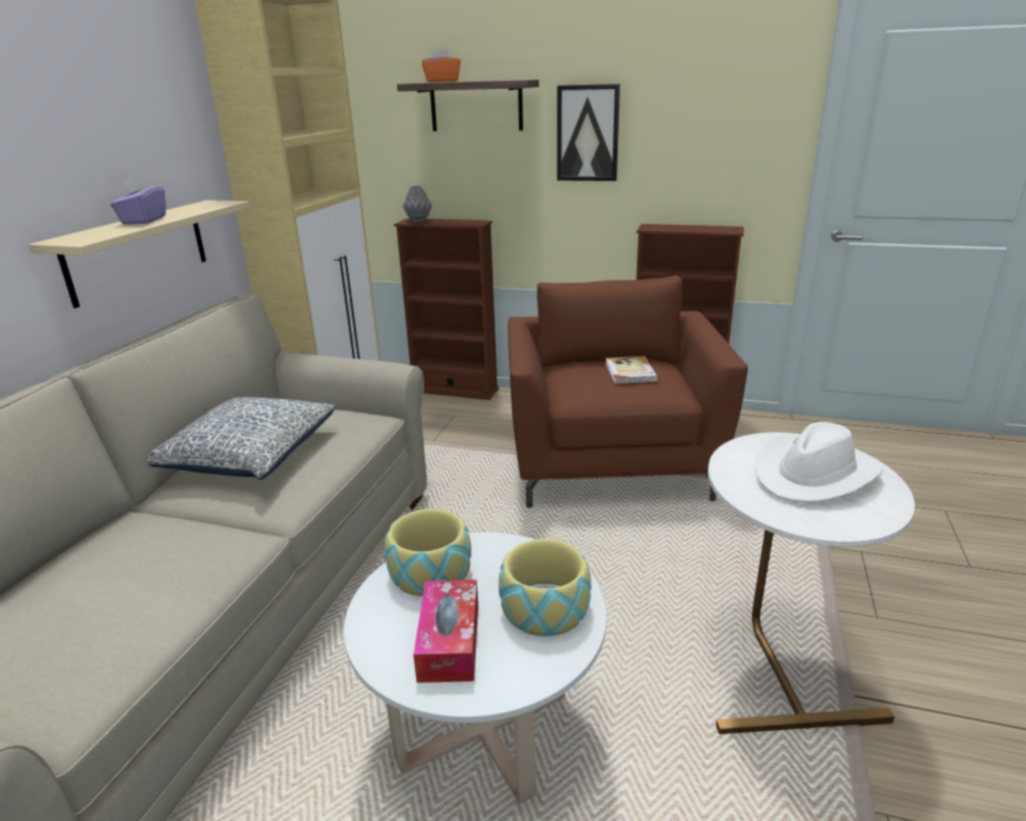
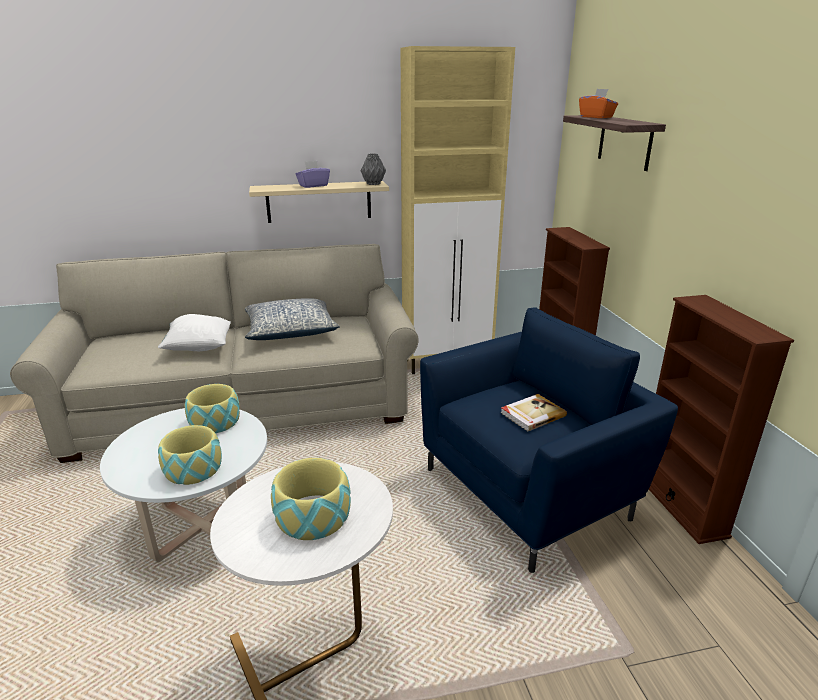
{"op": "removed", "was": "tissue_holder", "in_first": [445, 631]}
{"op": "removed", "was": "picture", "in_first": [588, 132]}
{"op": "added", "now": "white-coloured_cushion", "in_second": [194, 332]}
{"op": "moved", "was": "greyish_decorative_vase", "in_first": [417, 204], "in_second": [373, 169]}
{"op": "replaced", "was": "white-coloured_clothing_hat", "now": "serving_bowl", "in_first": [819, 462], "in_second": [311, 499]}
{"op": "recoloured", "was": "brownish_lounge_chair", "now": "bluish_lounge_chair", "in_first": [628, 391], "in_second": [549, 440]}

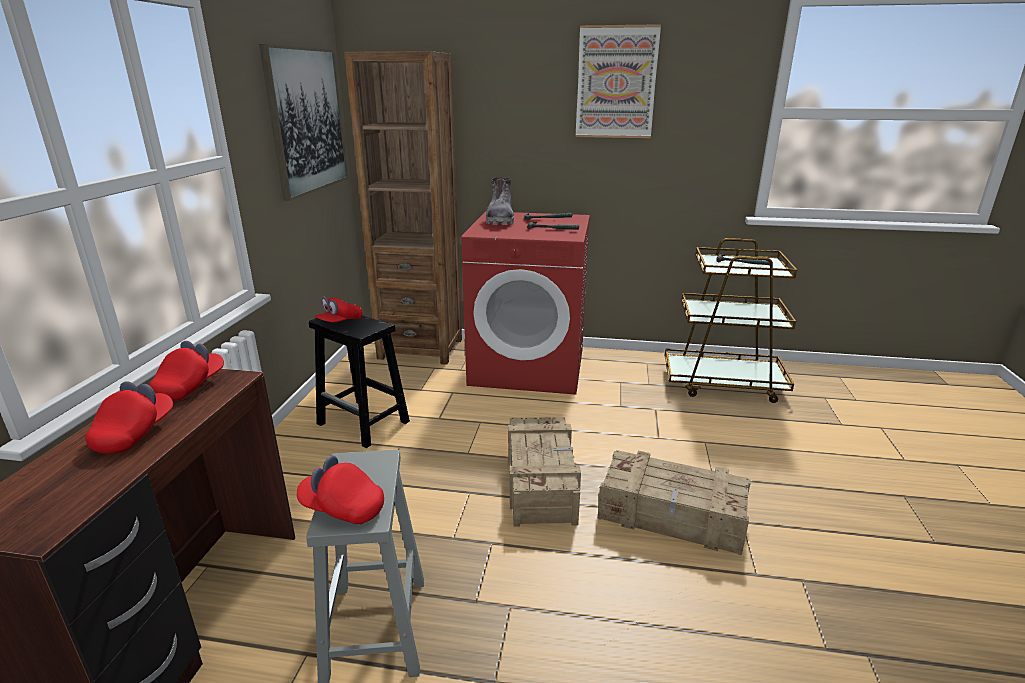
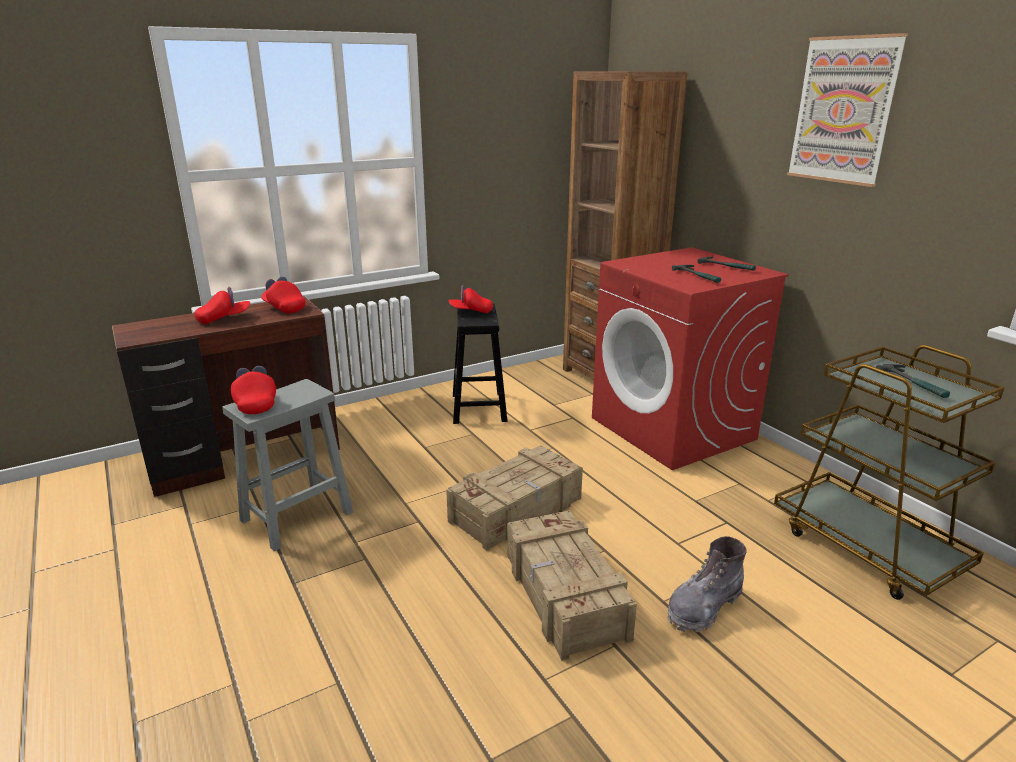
{"op": "removed", "was": "picture", "in_first": [303, 122]}
{"op": "moved", "was": "greyish_tall_boot", "in_first": [500, 201], "in_second": [707, 584]}
{"op": "turned", "was": "red_peaked_cap", "in_first": [186, 371], "in_second": [283, 295], "clockwise": -120}

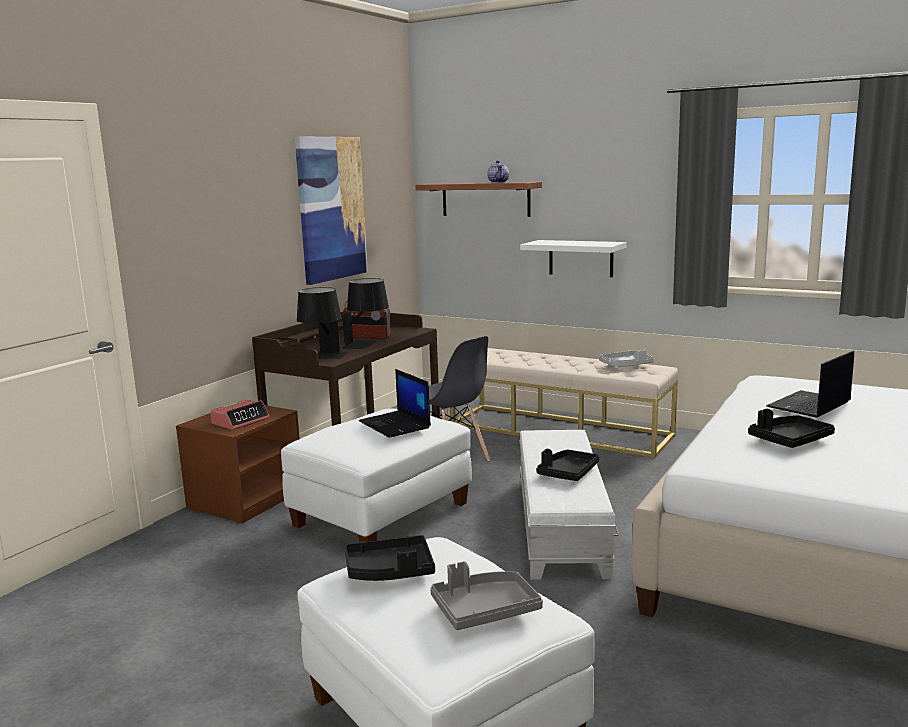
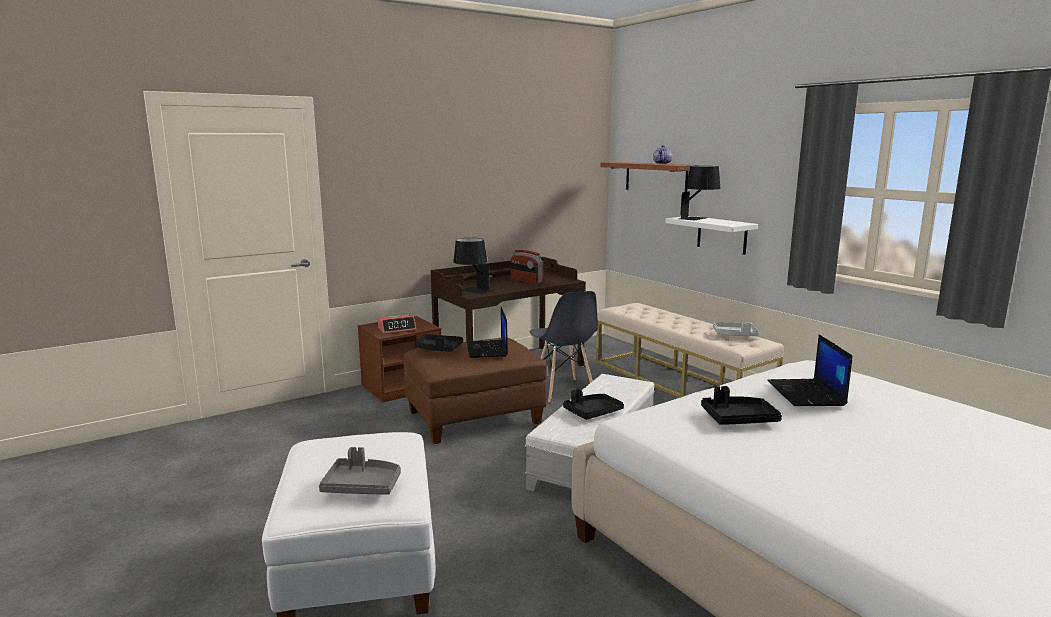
{"op": "removed", "was": "picture", "in_first": [331, 210]}
{"op": "moved", "was": "black-coloured_tabletop_lamp", "in_first": [366, 313], "in_second": [700, 193]}
{"op": "moved", "was": "black-coloured_carrying_tray", "in_first": [389, 558], "in_second": [439, 343]}
{"op": "recoloured", "was": "white-coloured_ottoman", "now": "brownish_ottoman", "in_first": [376, 475], "in_second": [475, 391]}
{"op": "turned", "was": "notebook_computer", "in_first": [810, 384], "in_second": [809, 370], "clockwise": -75}

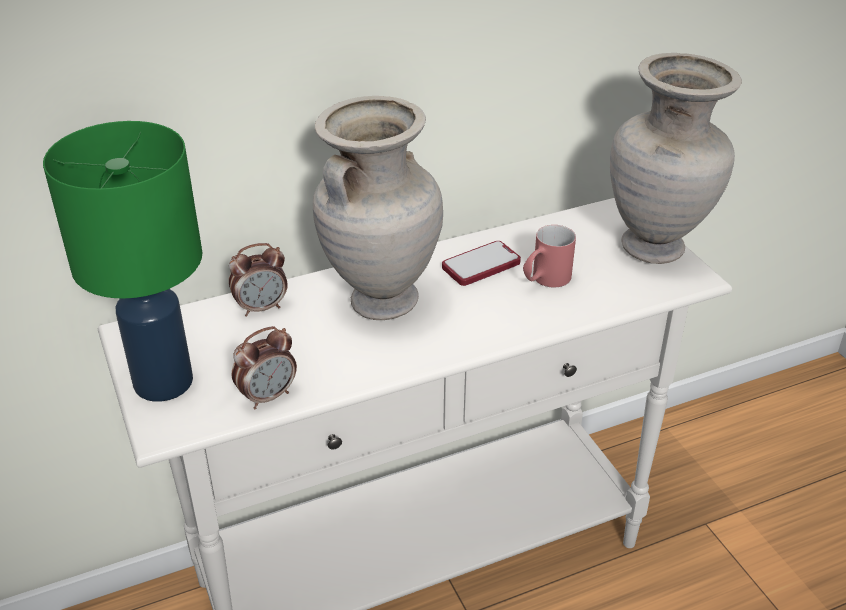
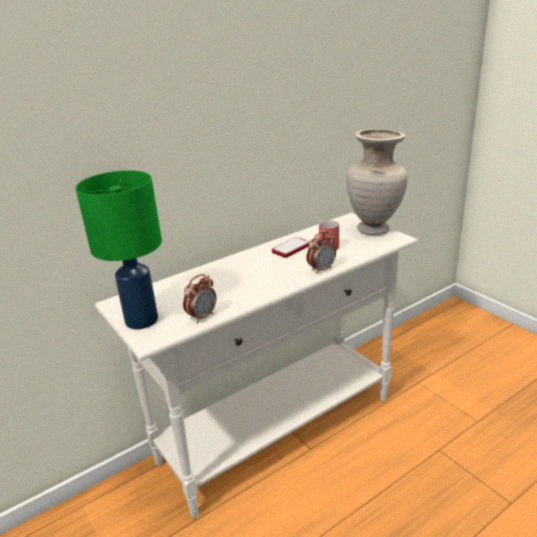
{"op": "removed", "was": "beige-coloured_decorative_vase", "in_first": [377, 208]}
{"op": "moved", "was": "table_clock", "in_first": [258, 280], "in_second": [321, 252]}

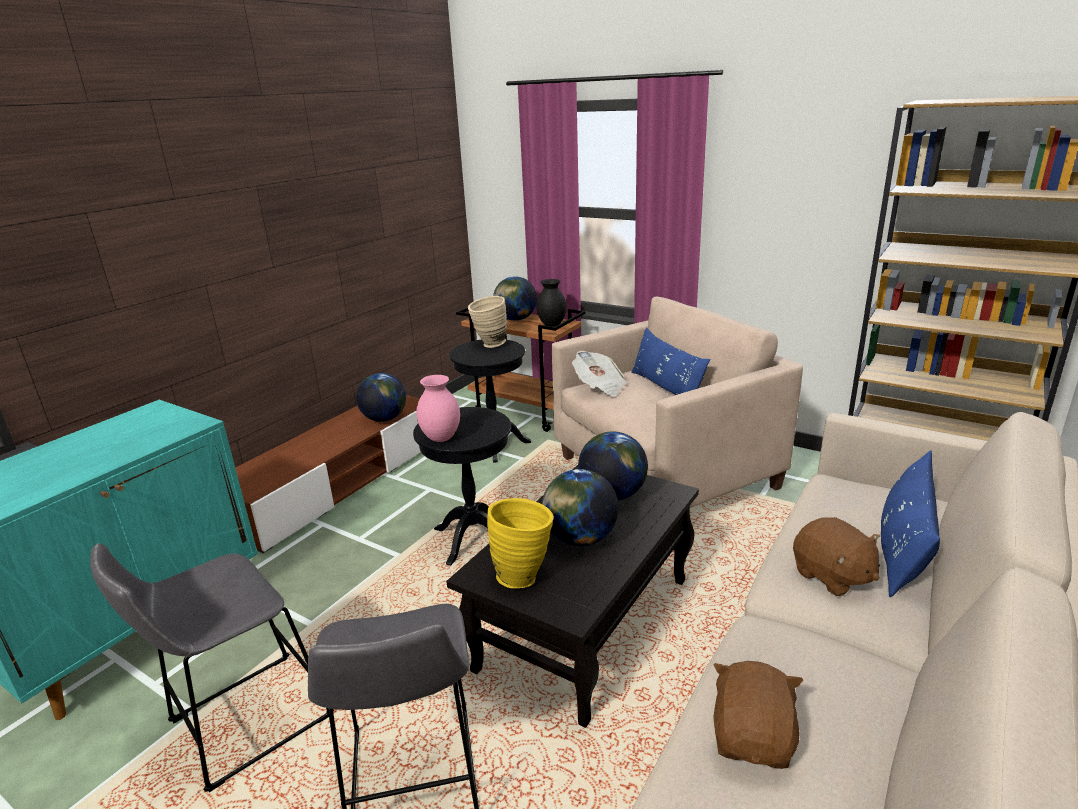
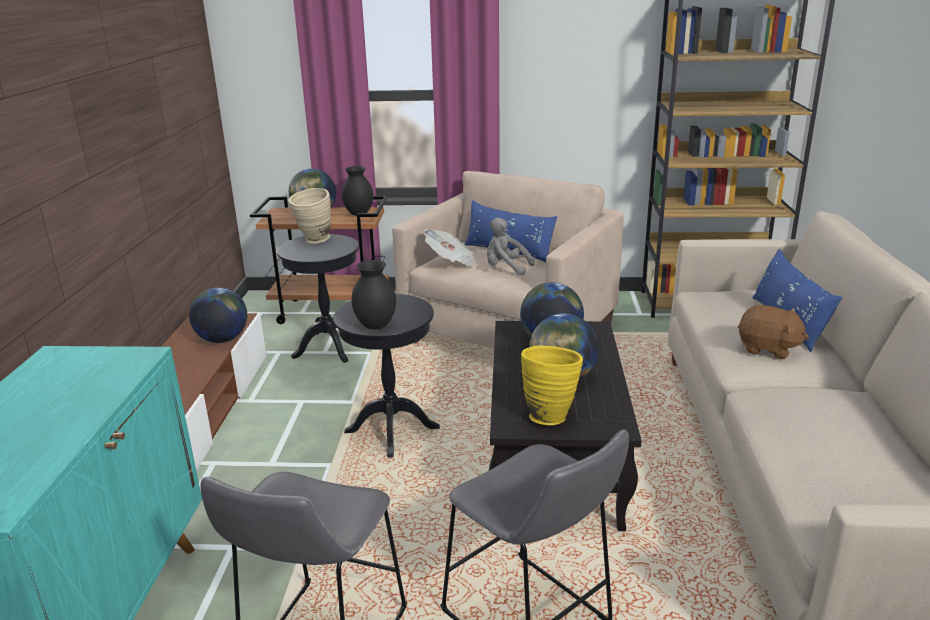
{"op": "removed", "was": "brownish_plush_toy", "in_first": [758, 715]}
{"op": "added", "now": "greyish_plush_toy", "in_second": [511, 247]}
{"op": "recoloured", "was": "pinkish_decorative_vase", "now": "black-coloured_decorative_vase", "in_first": [438, 408], "in_second": [373, 294]}

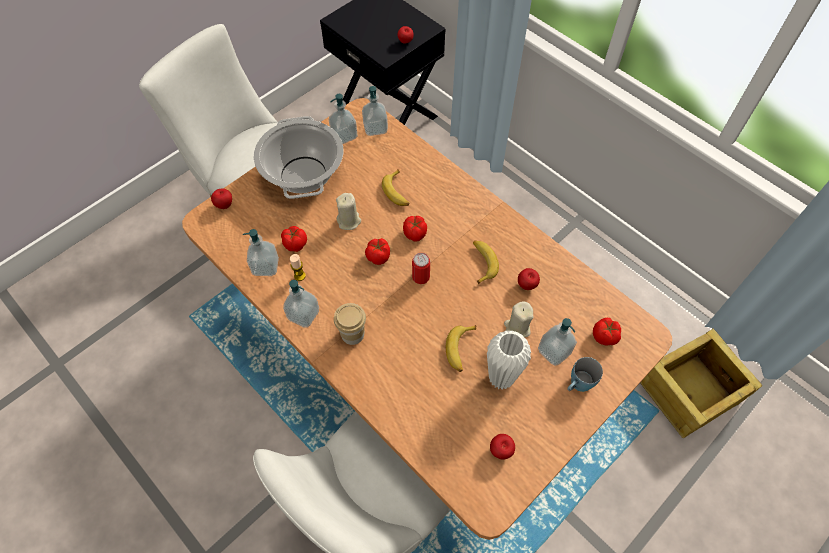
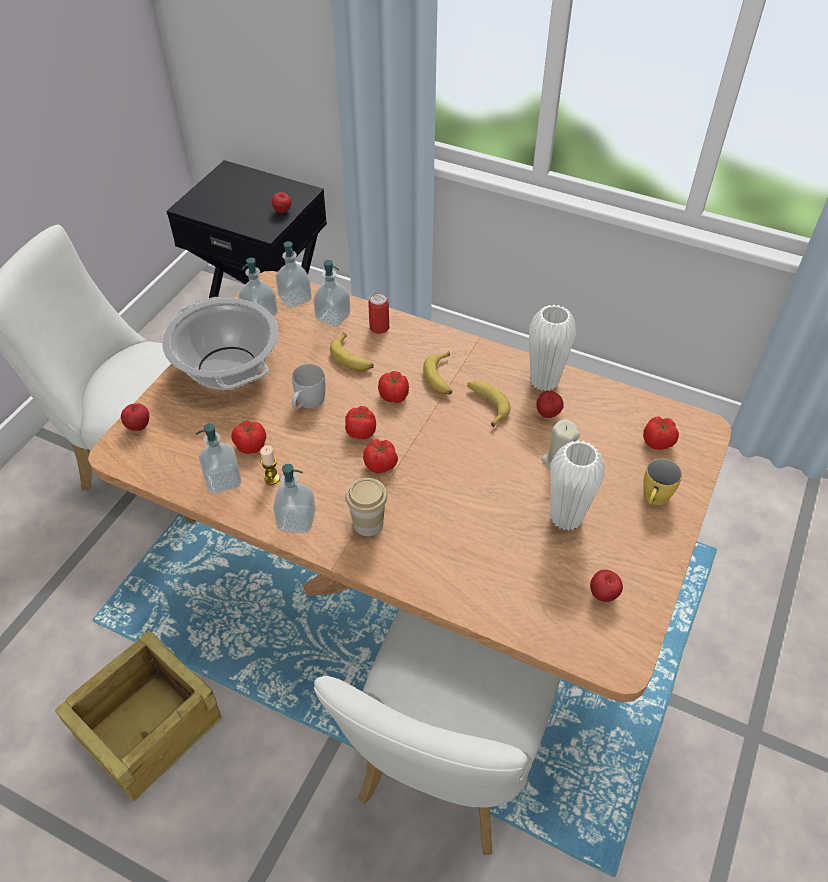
{"op": "added", "now": "whole_tomato", "in_second": [380, 456]}
{"op": "added", "now": "white-coloured_decorative_vase", "in_second": [552, 348]}
{"op": "moved", "was": "sealed_can", "in_first": [421, 268], "in_second": [378, 313]}
{"op": "moved", "was": "banana_fruit", "in_first": [461, 348], "in_second": [437, 373]}
{"op": "moved", "was": "soap_bottle", "in_first": [557, 342], "in_second": [331, 293]}
{"op": "moved", "was": "crate", "in_first": [701, 383], "in_second": [138, 715]}
{"op": "replaced", "was": "beige-coloured_wax_candle", "now": "white-coloured_coffee_mug", "in_first": [348, 211], "in_second": [308, 386]}
{"op": "recoloured", "was": "bluish_coffee_mug", "now": "yellow_coffee_mug", "in_first": [585, 374], "in_second": [662, 481]}

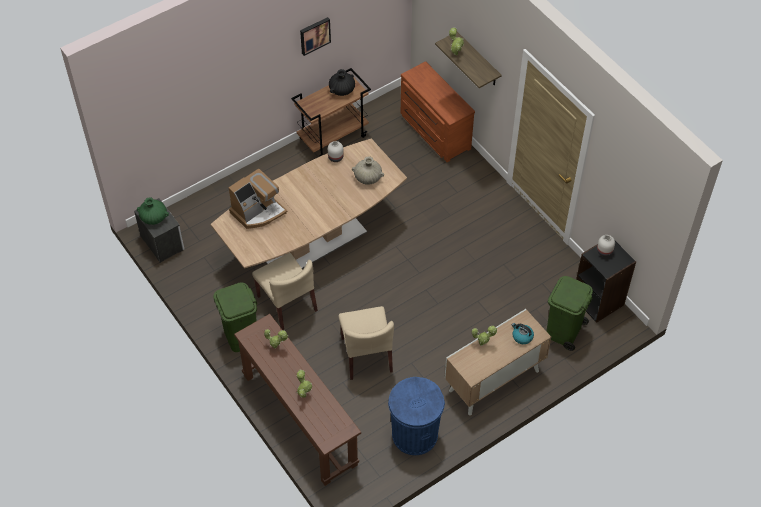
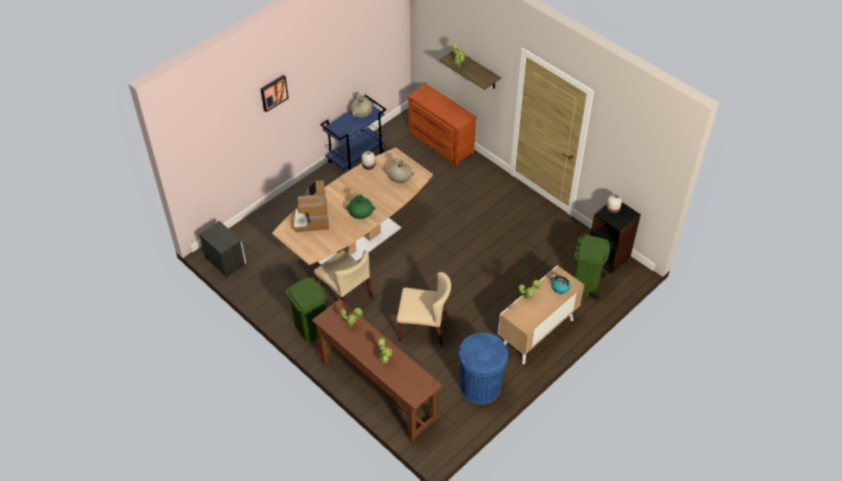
{"op": "moved", "was": "green_decorative_vase", "in_first": [153, 211], "in_second": [361, 206]}
{"op": "moved", "was": "picture", "in_first": [315, 36], "in_second": [275, 93]}
{"op": "recoloured", "was": "brownish_cart", "now": "bluish_cart", "in_first": [331, 112], "in_second": [353, 132]}
{"op": "recoloured", "was": "black-coloured_decorative_vase", "now": "beige-coloured_decorative_vase", "in_first": [342, 82], "in_second": [361, 106]}
{"op": "turned", "was": "coffee_maker", "in_first": [258, 198], "in_second": [310, 206], "clockwise": 135}
{"op": "turned", "was": "beige-coloured_plain_chair", "in_first": [366, 343], "in_second": [423, 309], "clockwise": -60}

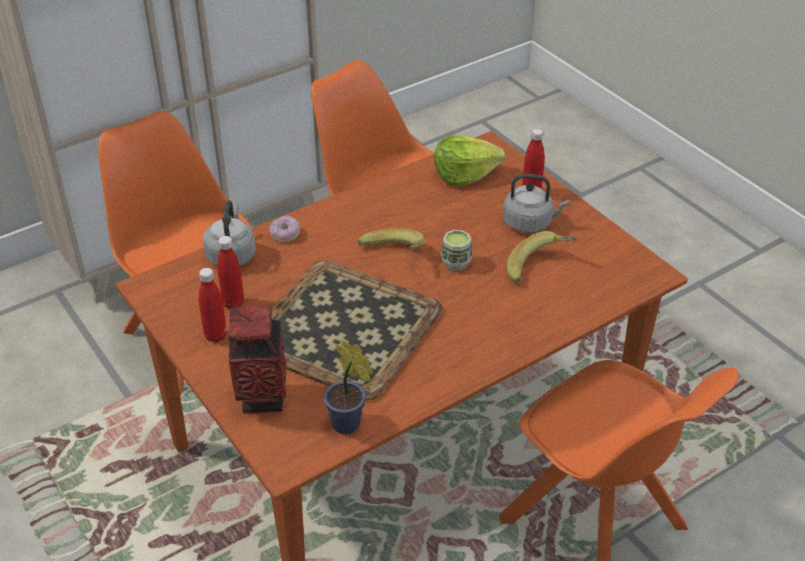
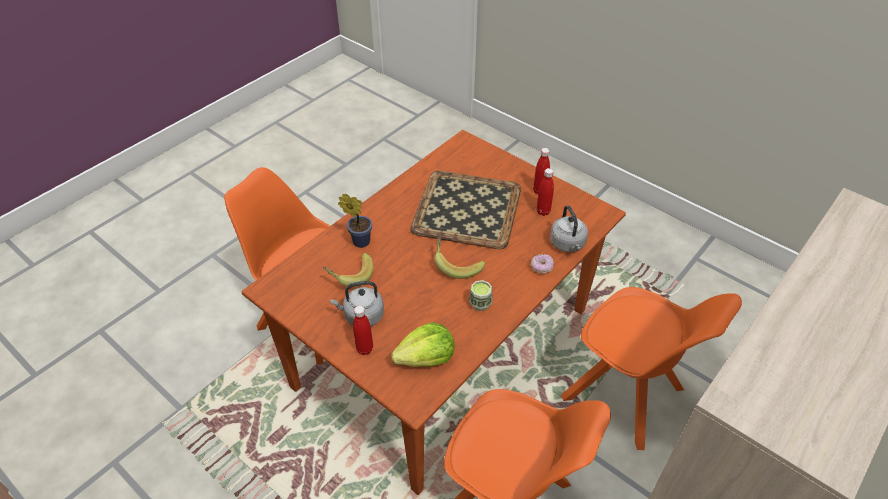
{"op": "removed", "was": "decorative_vase", "in_first": [257, 359]}
{"op": "moved", "was": "plant_in_a_pot", "in_first": [348, 387], "in_second": [355, 221]}
{"op": "moved", "was": "small_cup", "in_first": [457, 250], "in_second": [481, 295]}

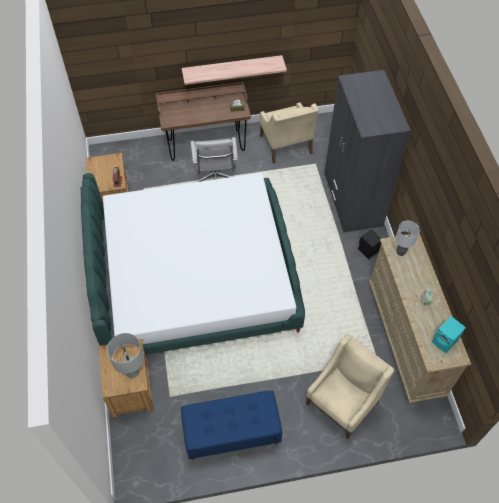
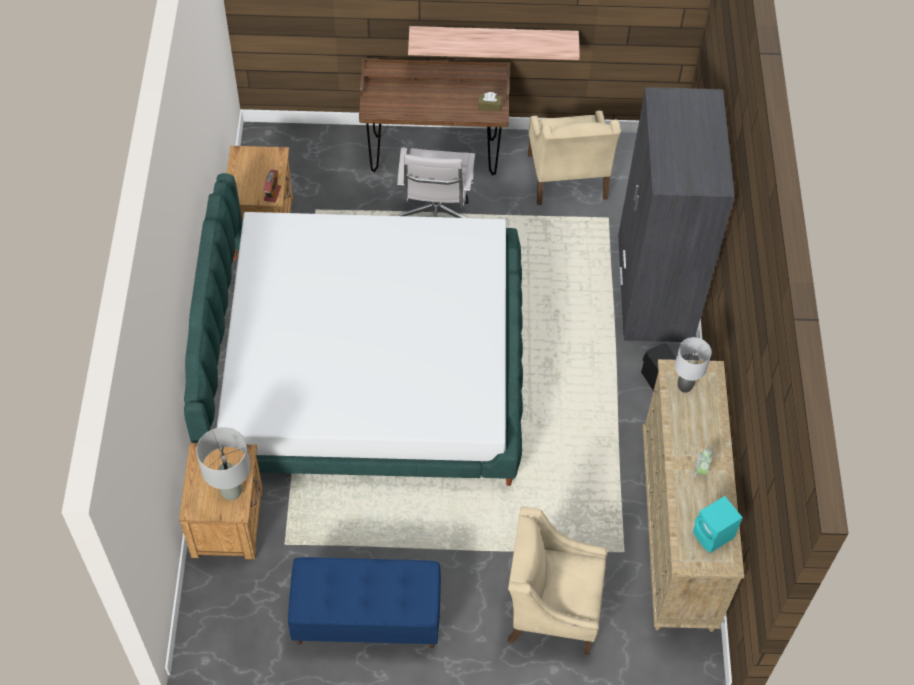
{"op": "turned", "was": "beige-coloured_lounge_chair", "in_first": [350, 386], "in_second": [557, 581], "clockwise": -135}

